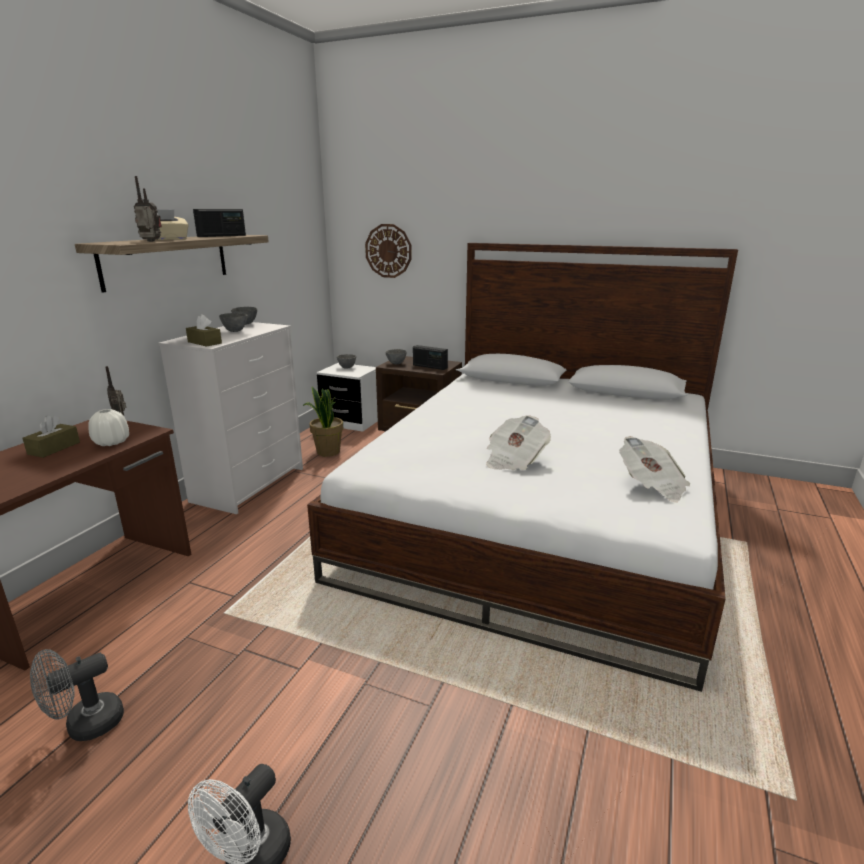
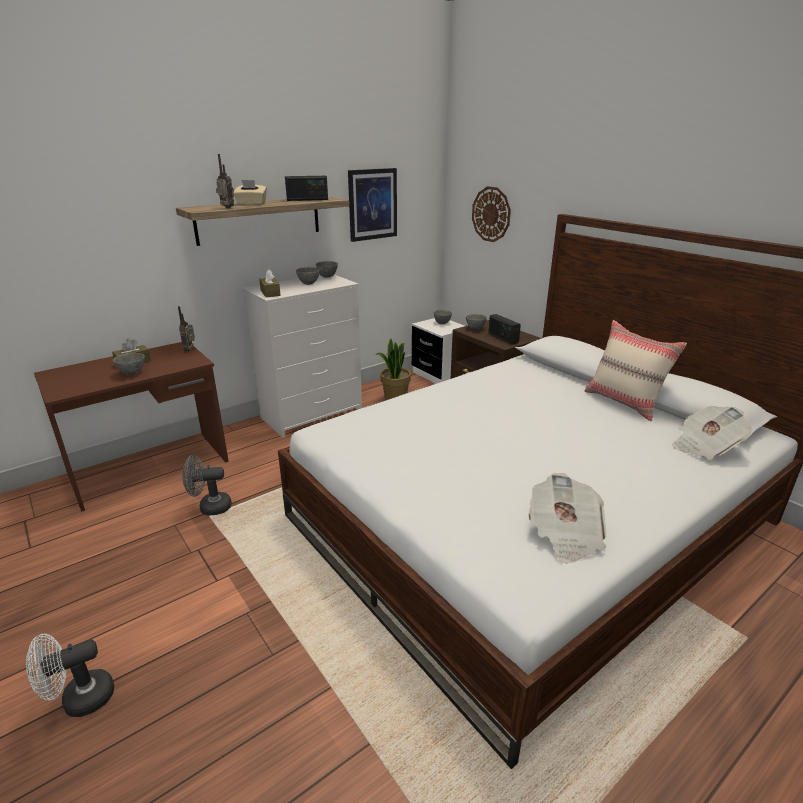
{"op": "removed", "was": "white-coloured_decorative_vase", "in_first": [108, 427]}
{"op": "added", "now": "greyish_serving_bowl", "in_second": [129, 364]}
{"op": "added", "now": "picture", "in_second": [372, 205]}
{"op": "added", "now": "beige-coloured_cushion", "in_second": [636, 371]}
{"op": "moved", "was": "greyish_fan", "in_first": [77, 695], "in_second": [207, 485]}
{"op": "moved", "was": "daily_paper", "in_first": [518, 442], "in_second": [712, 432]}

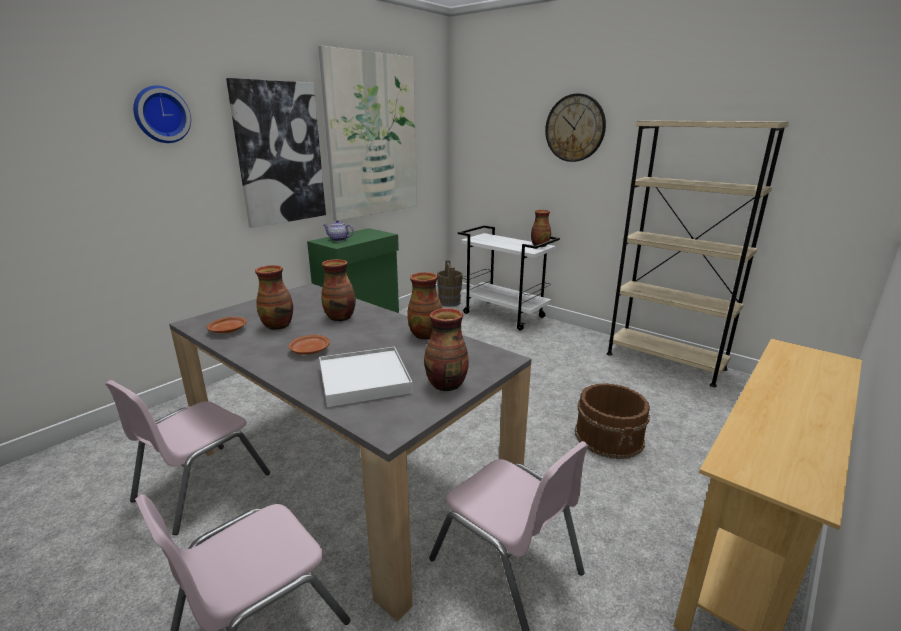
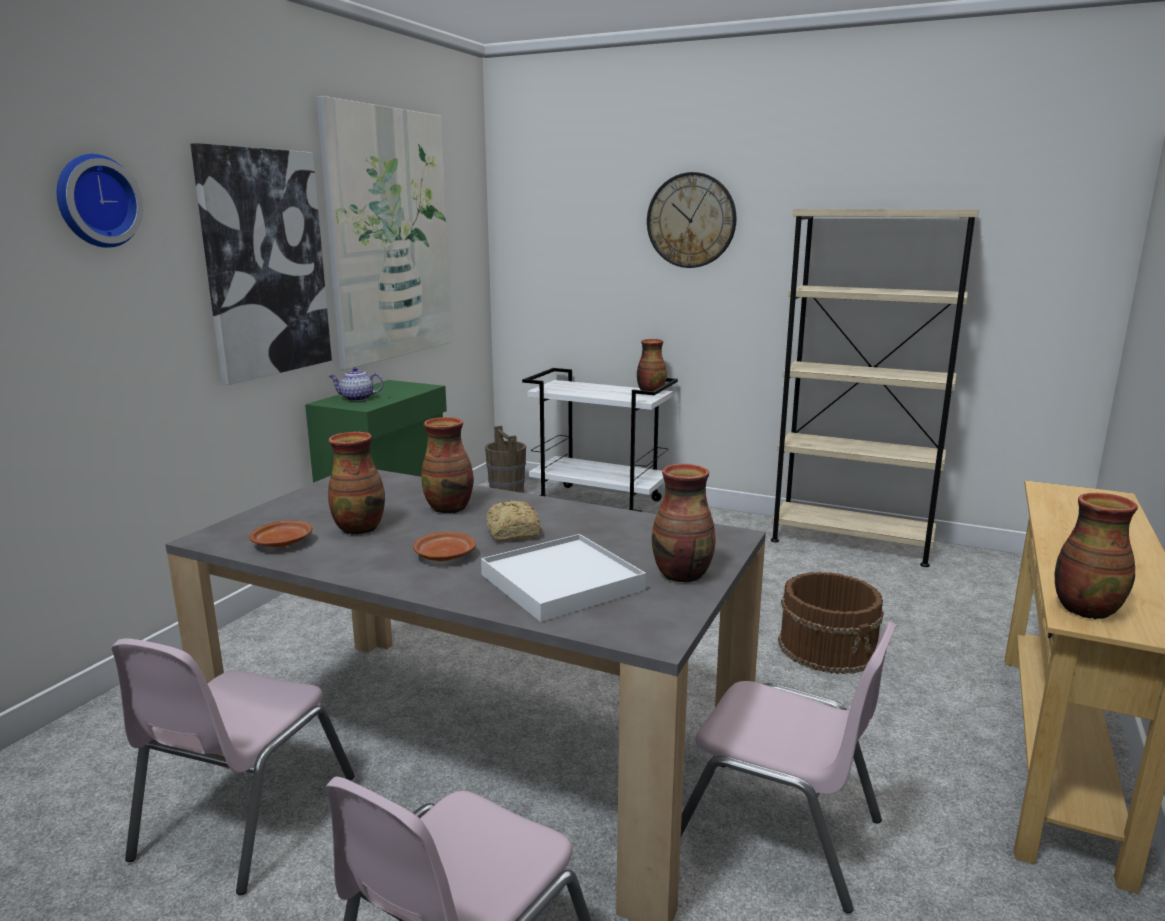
{"op": "added", "now": "baked_bread", "in_second": [513, 520]}
{"op": "moved", "was": "decorative_vase", "in_first": [424, 306], "in_second": [1096, 556]}

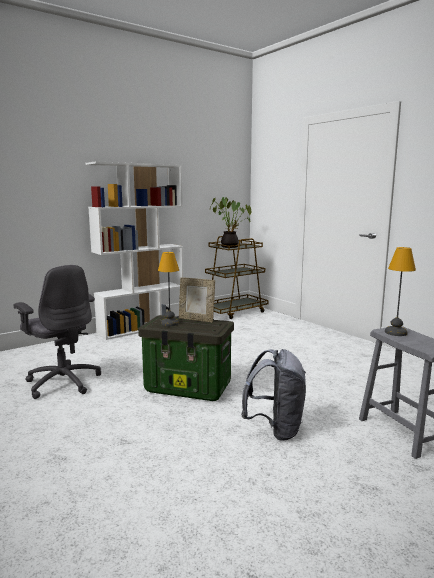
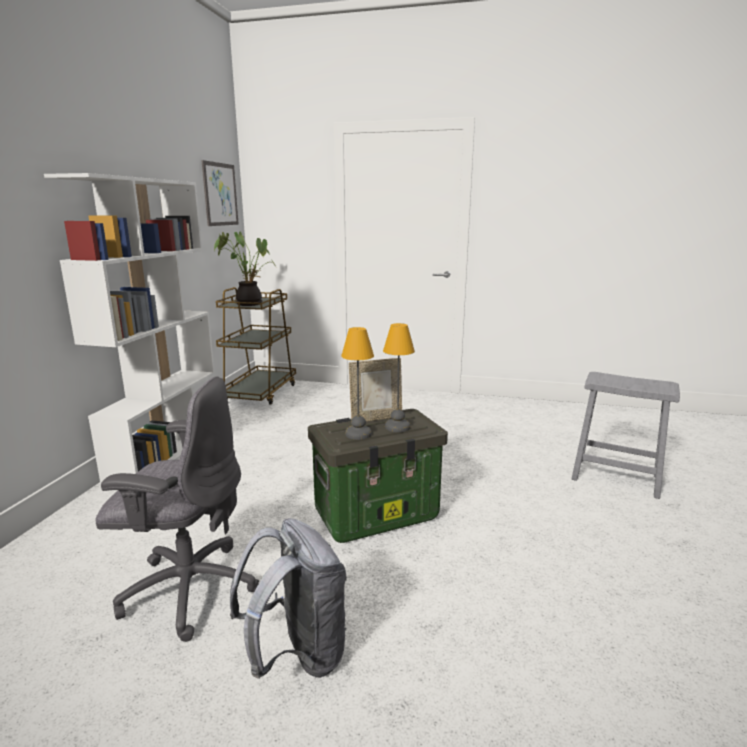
{"op": "added", "now": "picture", "in_second": [220, 193]}
{"op": "moved", "was": "greyish_knapsack", "in_first": [273, 395], "in_second": [288, 598]}
{"op": "moved", "was": "tabletop_lamp", "in_first": [400, 291], "in_second": [399, 377]}

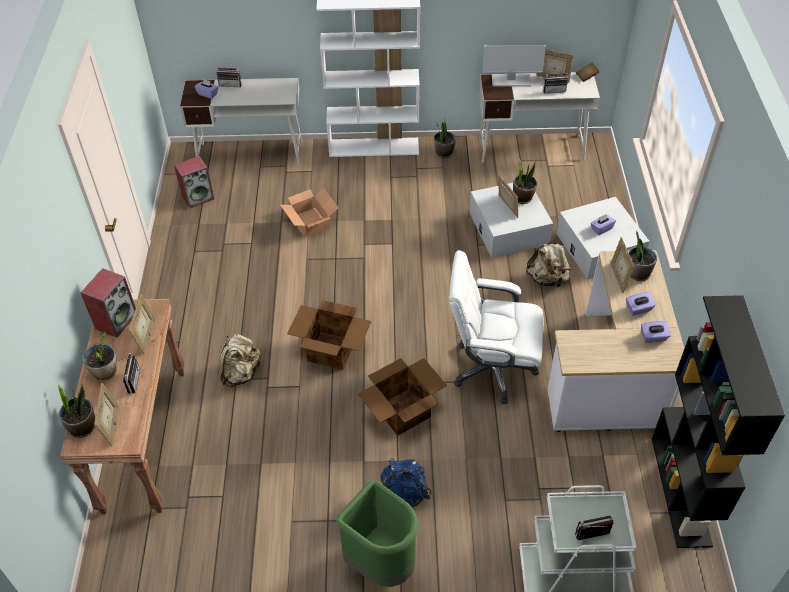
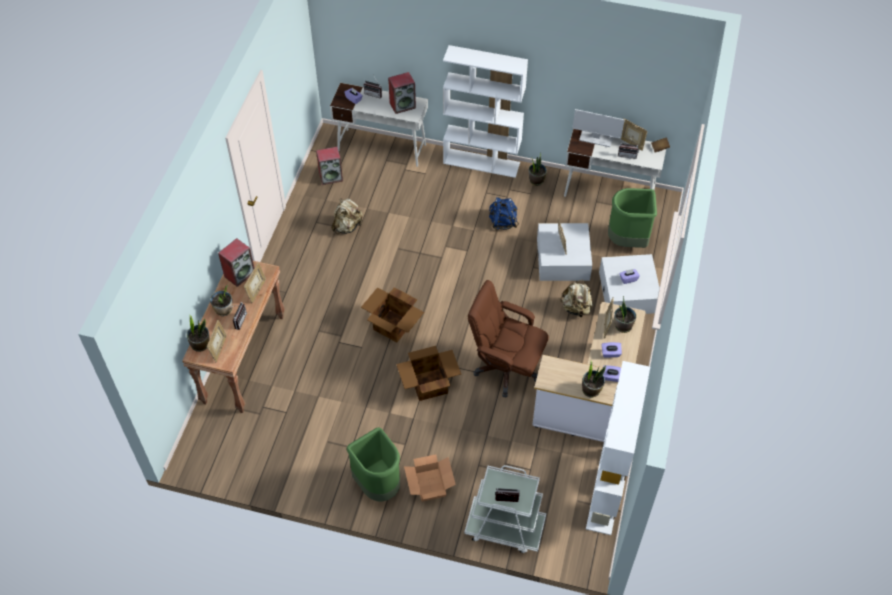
{"op": "added", "now": "audio_speaker", "in_second": [402, 93]}
{"op": "added", "now": "green_waste_bin", "in_second": [632, 218]}
{"op": "moved", "was": "beige-coloured_knapsack", "in_first": [241, 360], "in_second": [347, 216]}
{"op": "moved", "was": "packing_box", "in_first": [310, 212], "in_second": [430, 478]}
{"op": "moved", "was": "bluish_knapsack", "in_first": [406, 482], "in_second": [504, 213]}
{"op": "moved", "was": "plant_in_a_pot", "in_first": [525, 181], "in_second": [594, 379]}
{"op": "recoloured", "was": "white-coloured_office_chair", "now": "brownish_office_chair", "in_first": [496, 327], "in_second": [508, 338]}
{"op": "recoloured", "was": "black-coloured_bookshelf", "now": "white-coloured_bookshelf", "in_first": [718, 421], "in_second": [618, 448]}

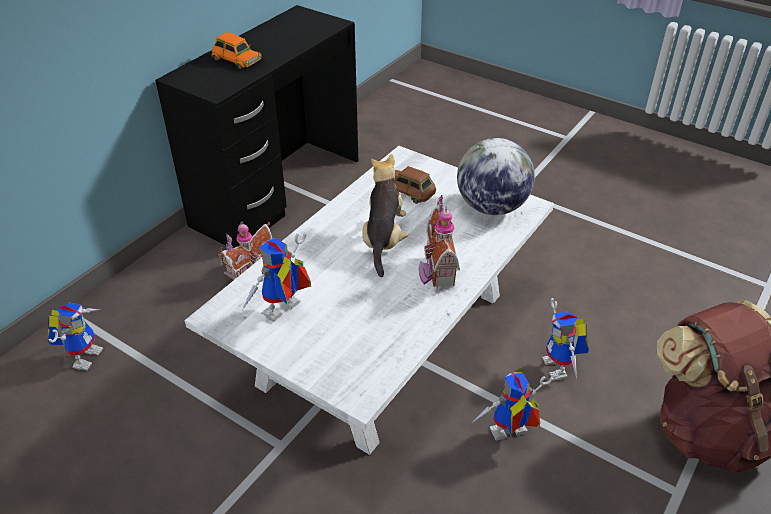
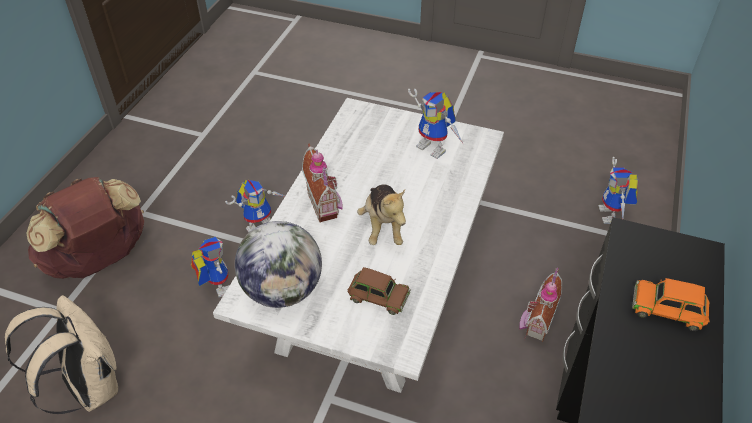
{"op": "added", "now": "beige-coloured_knapsack", "in_second": [61, 354]}
{"op": "turned", "was": "robot_figure", "in_first": [277, 277], "in_second": [435, 124], "clockwise": 105}

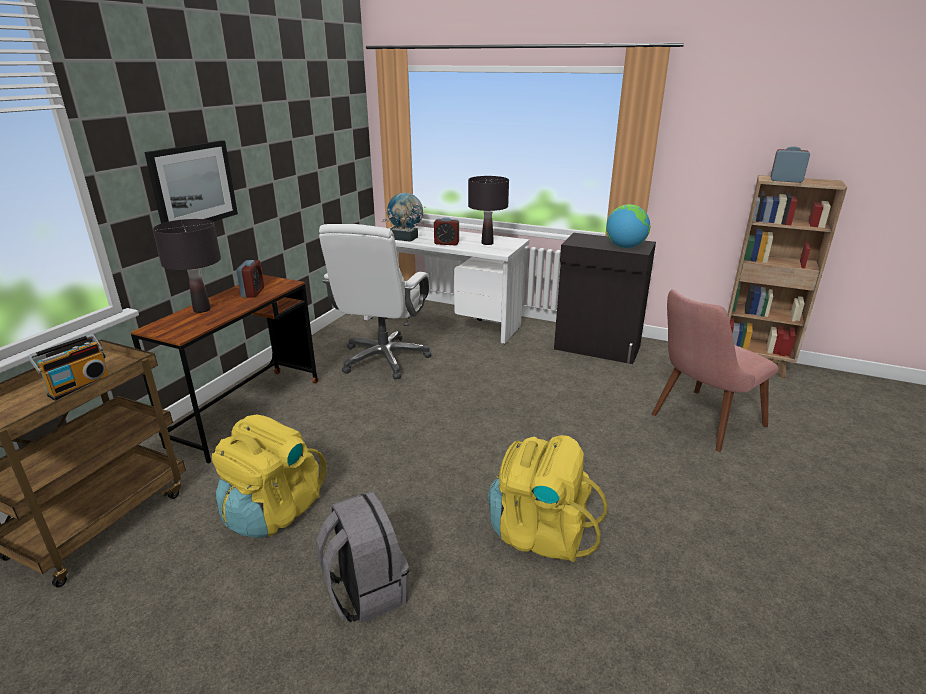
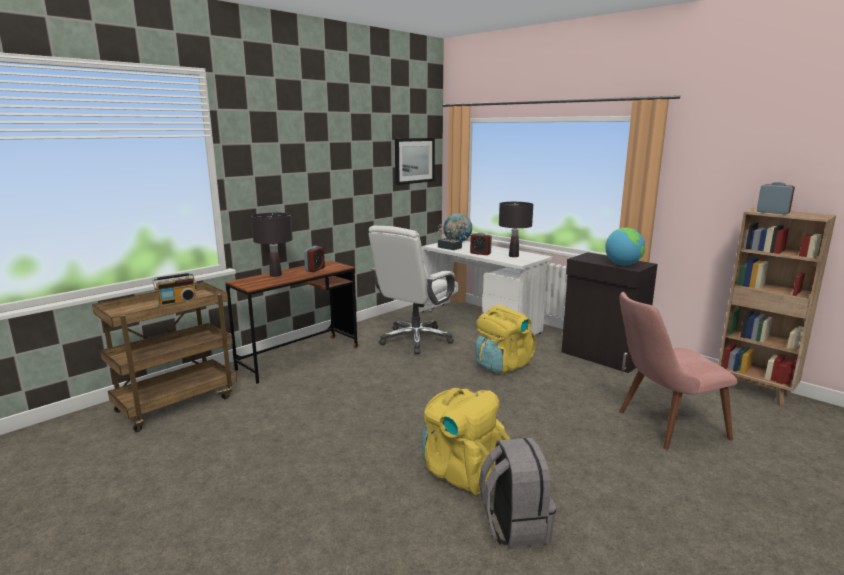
{"op": "moved", "was": "picture", "in_first": [191, 181], "in_second": [415, 161]}
{"op": "moved", "was": "yellow_knapsack", "in_first": [269, 476], "in_second": [505, 339]}
{"op": "moved", "was": "greyish_knapsack", "in_first": [363, 557], "in_second": [517, 493]}

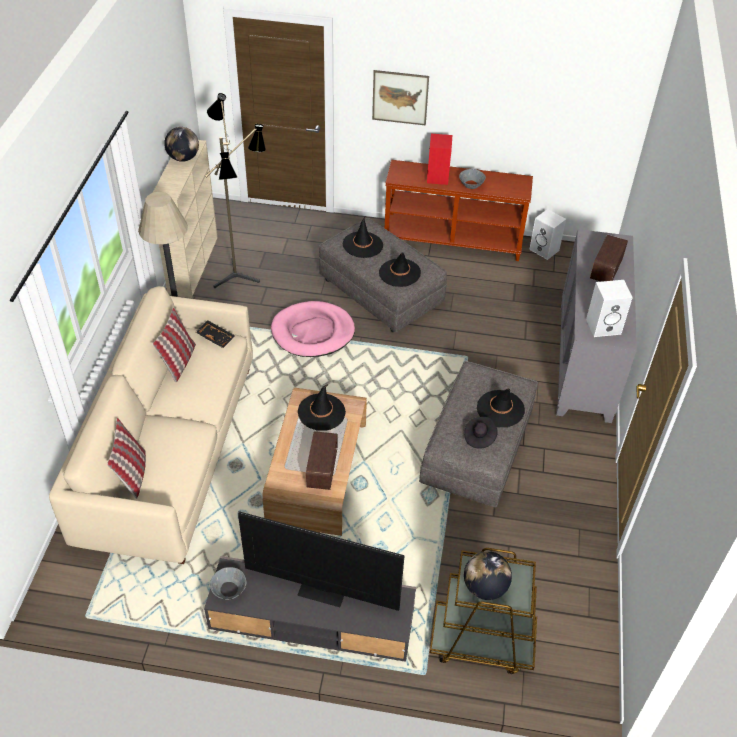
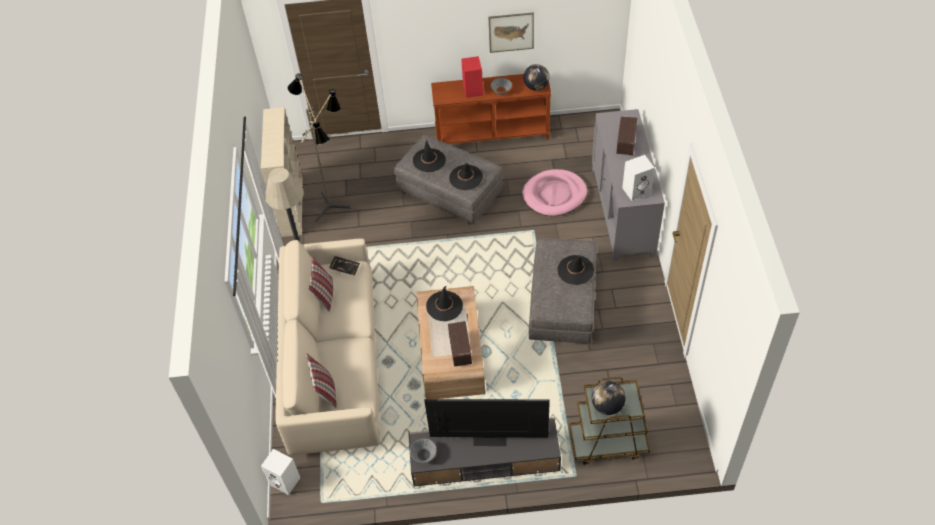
{"op": "removed", "was": "black-coloured_clothing_hat", "in_first": [481, 433]}
{"op": "moved", "was": "desk_globe", "in_first": [181, 144], "in_second": [536, 77]}
{"op": "moved", "was": "pinkish_dog_bed", "in_first": [313, 329], "in_second": [554, 192]}
{"op": "moved", "was": "picture", "in_first": [400, 98], "in_second": [511, 32]}
{"op": "moved", "was": "white-coloured_audio_speaker", "in_first": [547, 234], "in_second": [280, 472]}

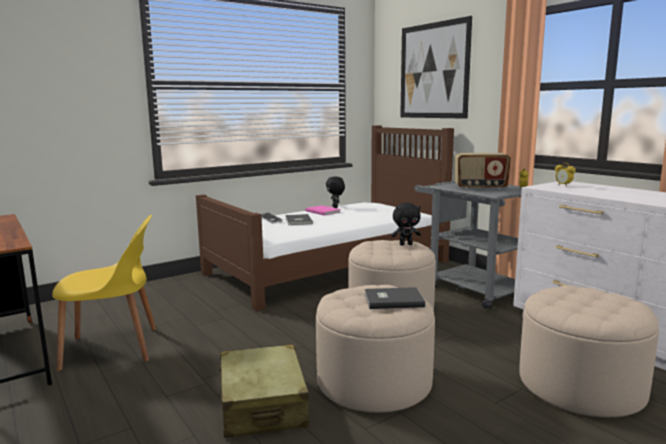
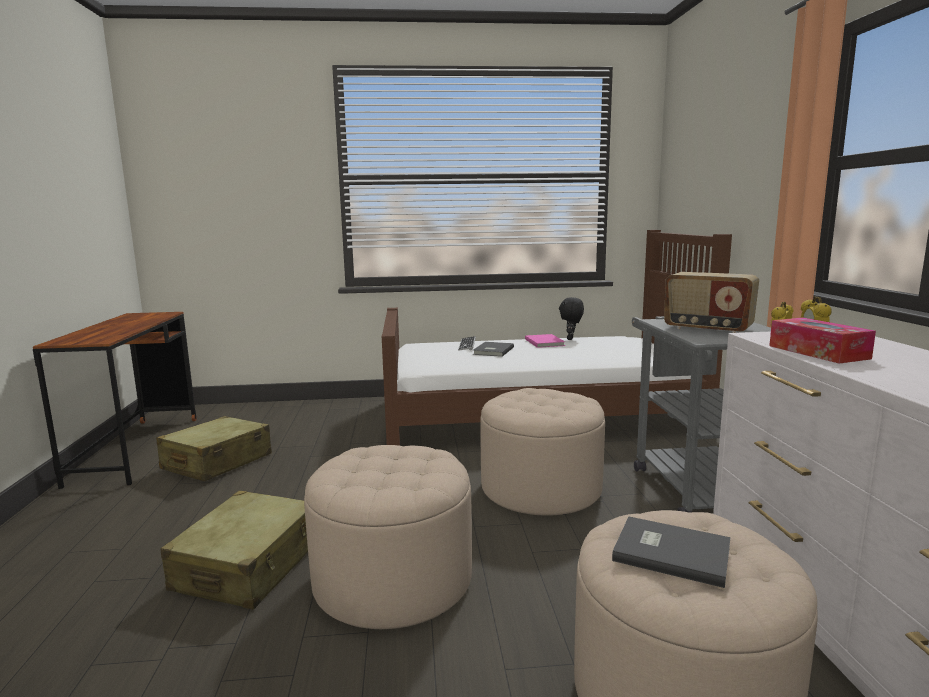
{"op": "removed", "was": "black-coloured_plush_toy", "in_first": [406, 224]}
{"op": "removed", "was": "picture", "in_first": [436, 67]}
{"op": "added", "now": "tissue_holder", "in_second": [822, 340]}
{"op": "moved", "was": "greyish_bound_book", "in_first": [395, 298], "in_second": [671, 552]}
{"op": "replaced", "was": "yellow_plain_chair", "now": "beige-coloured_suitcase", "in_first": [104, 293], "in_second": [214, 448]}

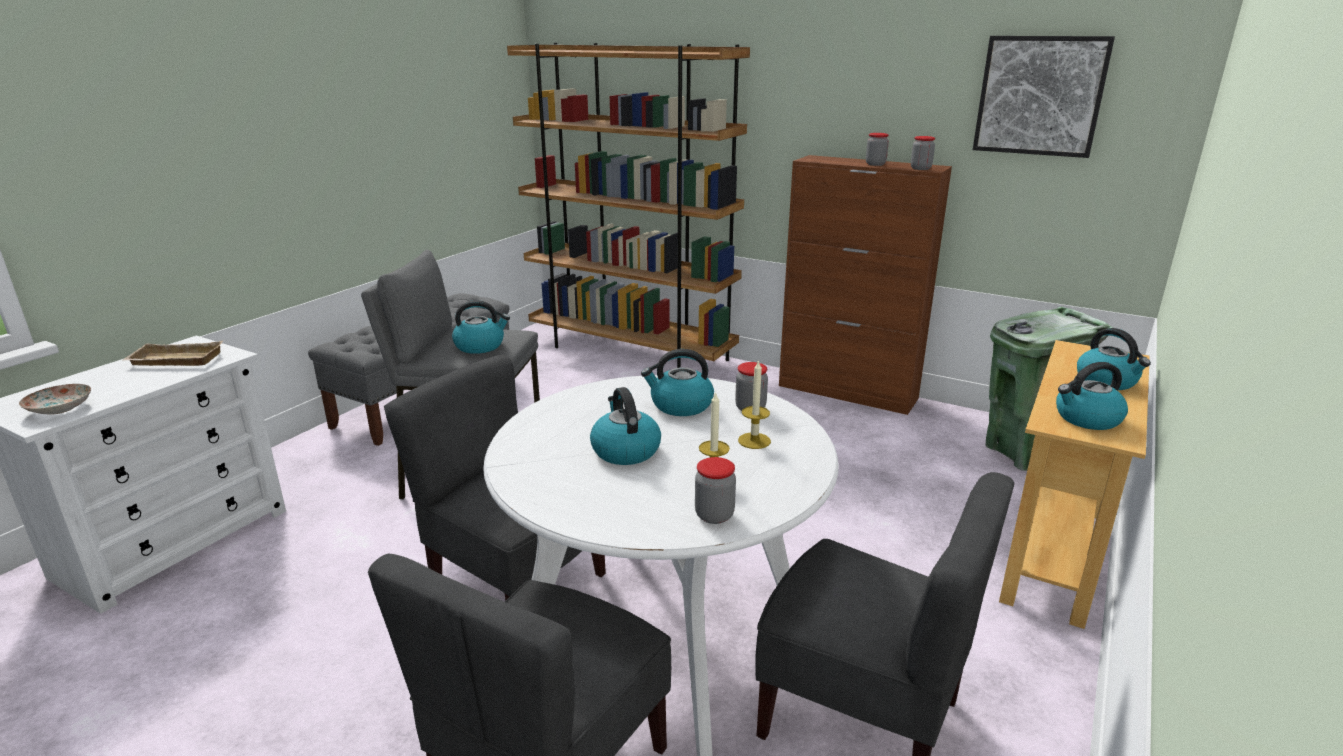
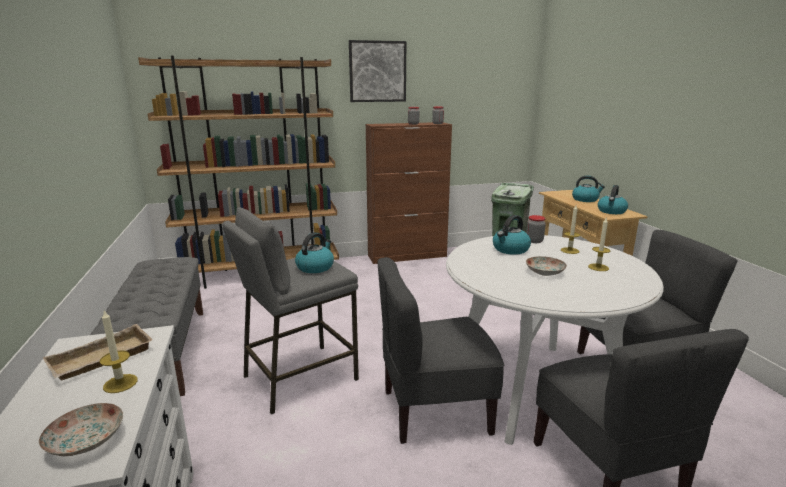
{"op": "removed", "was": "preserve_jar", "in_first": [715, 490]}
{"op": "added", "now": "wax_candle", "in_second": [119, 351]}
{"op": "moved", "was": "picture", "in_first": [1044, 97], "in_second": [377, 71]}
{"op": "replaced", "was": "kettle", "now": "flat_dish", "in_first": [625, 426], "in_second": [546, 266]}

